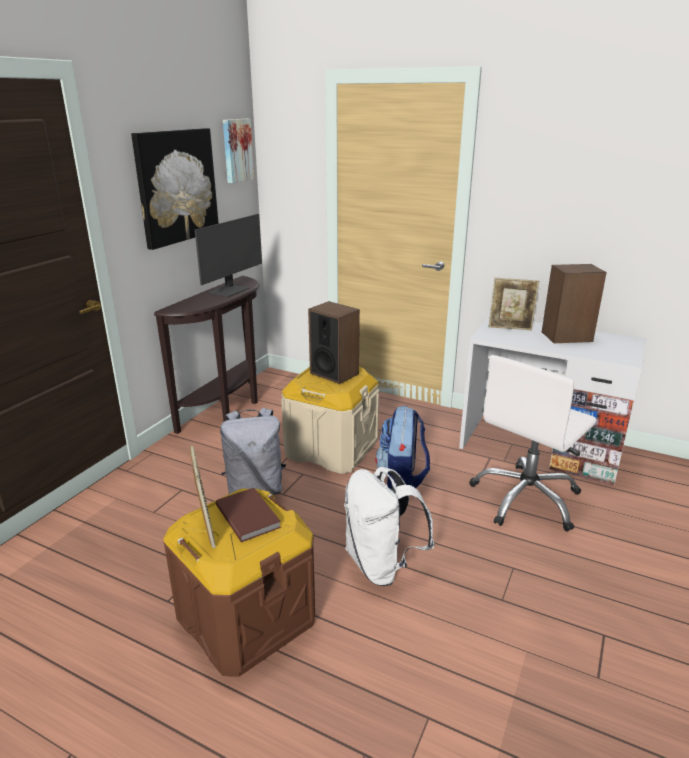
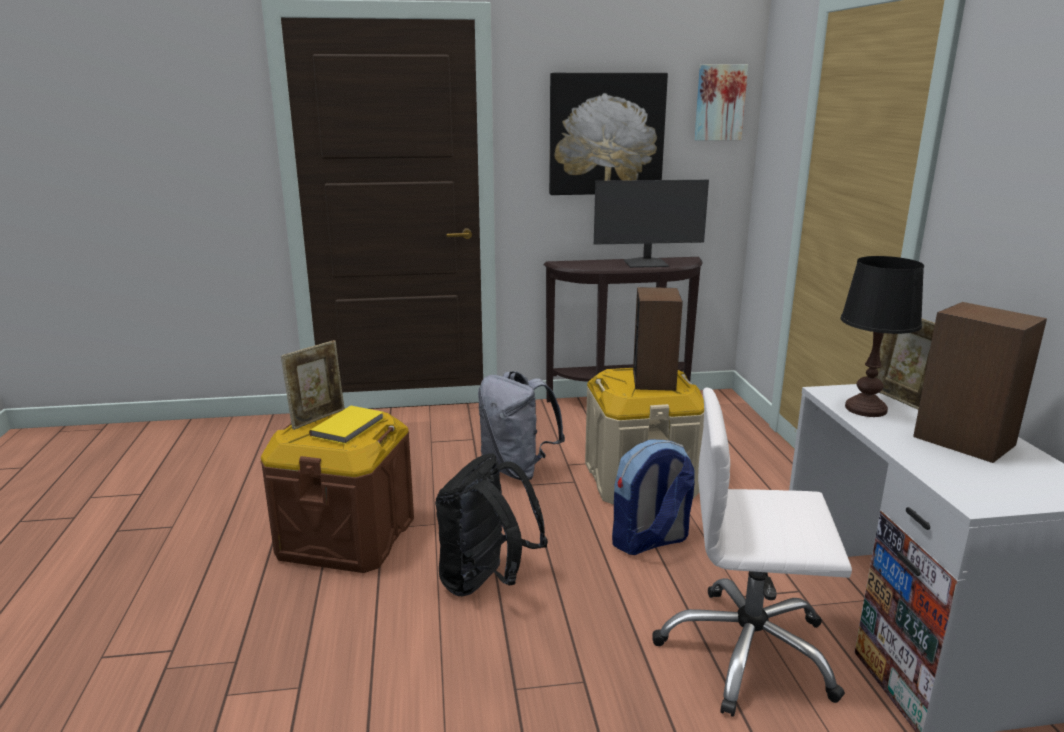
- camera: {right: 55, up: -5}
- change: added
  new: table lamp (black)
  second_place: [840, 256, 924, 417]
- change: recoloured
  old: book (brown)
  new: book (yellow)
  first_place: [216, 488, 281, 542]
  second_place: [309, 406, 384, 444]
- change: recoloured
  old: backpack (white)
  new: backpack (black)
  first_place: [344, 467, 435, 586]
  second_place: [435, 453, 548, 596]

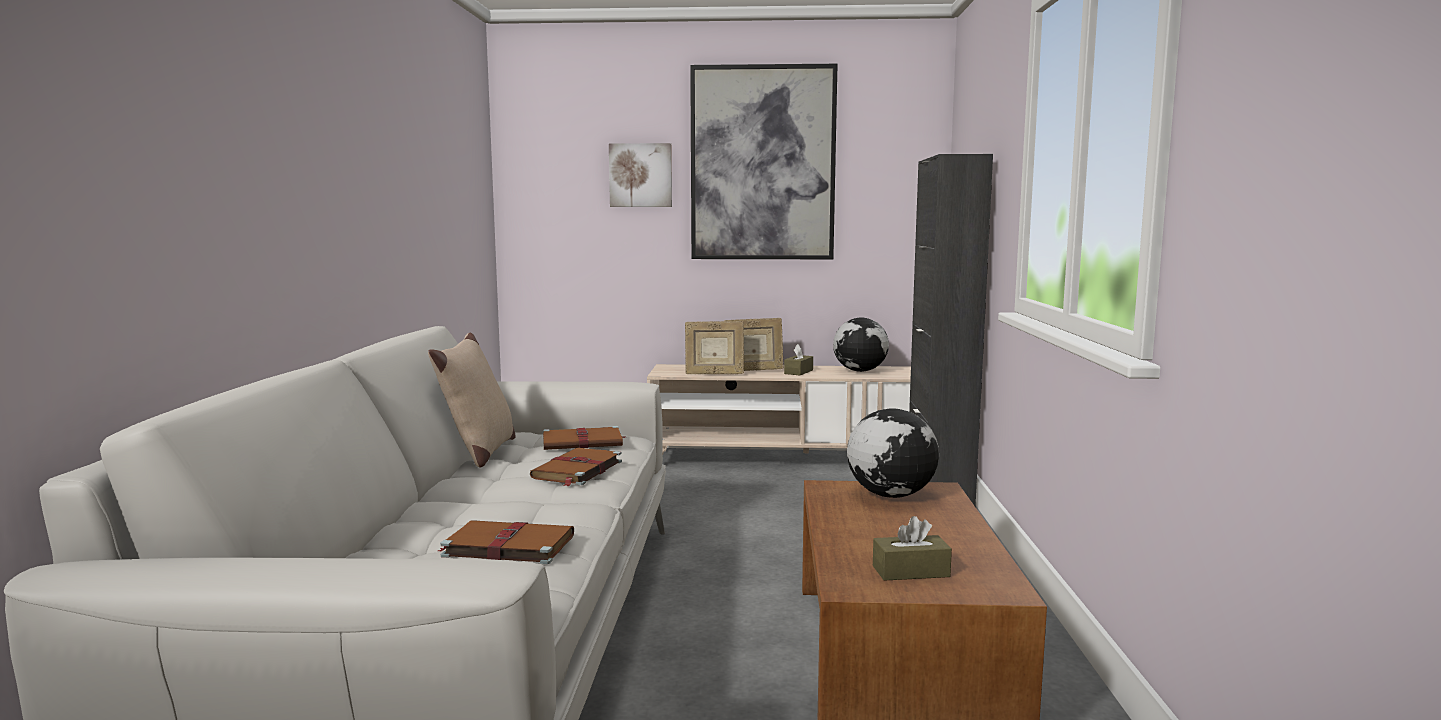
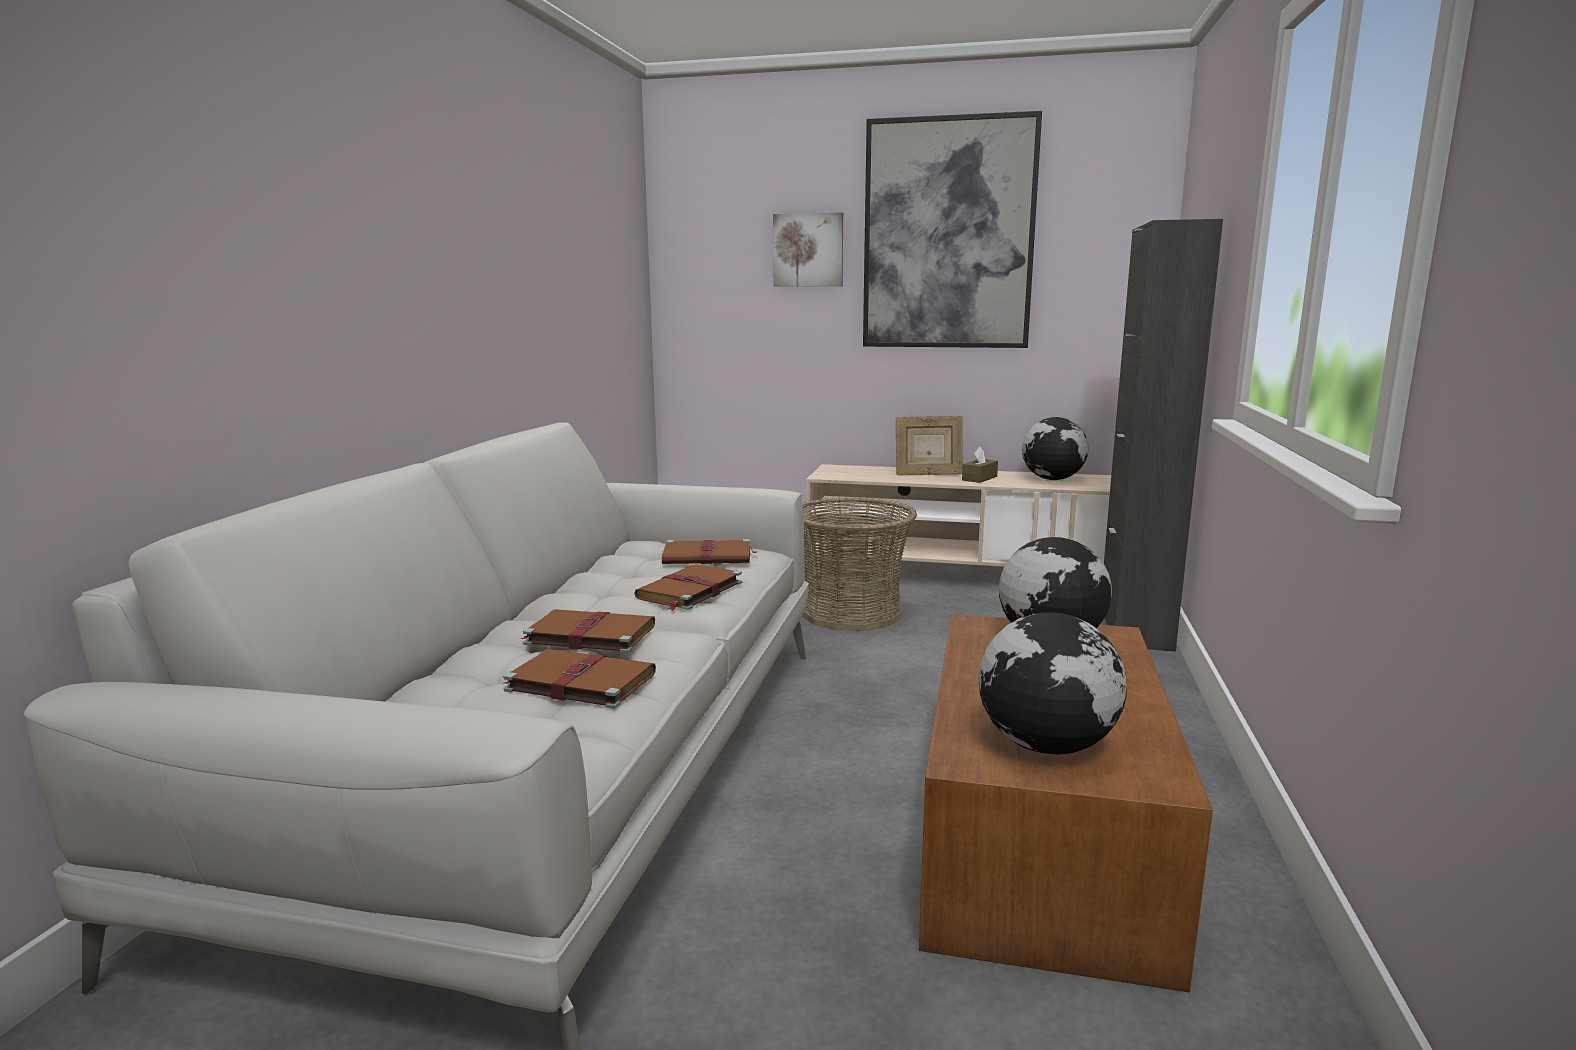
- camera: {right: 10, up: 5}
- change: removed
  old: pillow (beige)
  first_place: [428, 333, 516, 468]
- change: removed
  old: picture frame
  first_place: [685, 321, 744, 374]
- change: added
  new: book (brown)
  second_place: [520, 609, 655, 653]
- change: added
  new: basket
  second_place: [802, 497, 917, 631]
- change: replaced
  old: tissue box (brown)
  new: globe
  first_place: [873, 516, 952, 581]
  second_place: [978, 612, 1127, 754]

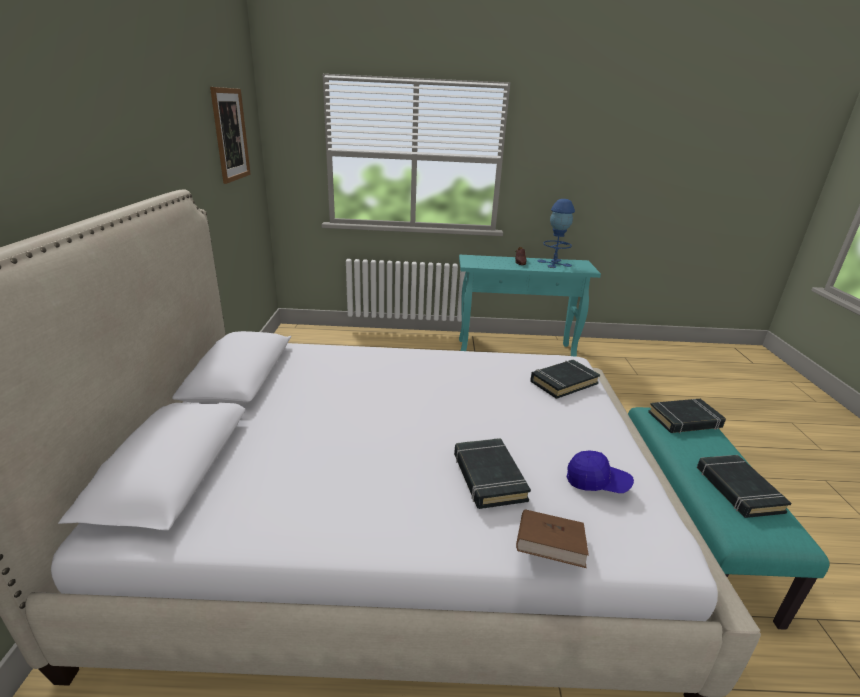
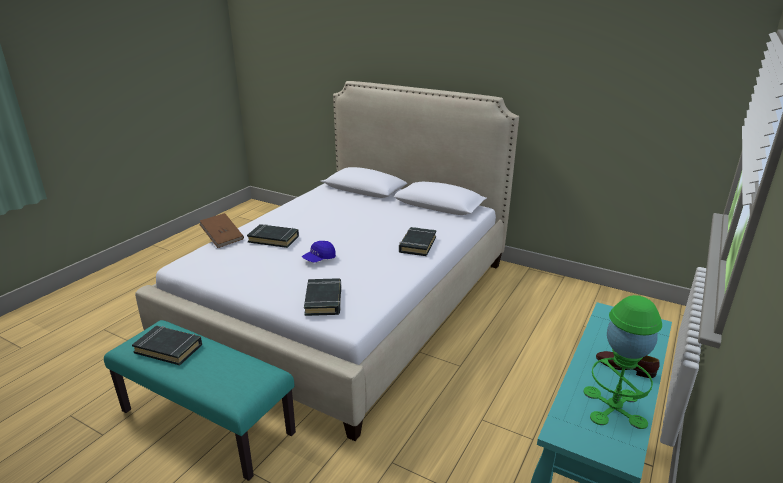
- camera: {right: 120, up: 0}
- change: removed
  old: picture
  first_place: [210, 87, 251, 184]
- change: moved
  old: cap (blue)
  first_place: [567, 451, 634, 493]
  second_place: [302, 241, 336, 263]
- change: moved
  old: book (black)
  first_place: [648, 399, 726, 433]
  second_place: [399, 227, 436, 256]
- change: recoloured
  old: table lamp (blue)
  new: table lamp (green)
  first_place: [538, 199, 575, 268]
  second_place: [584, 295, 662, 429]

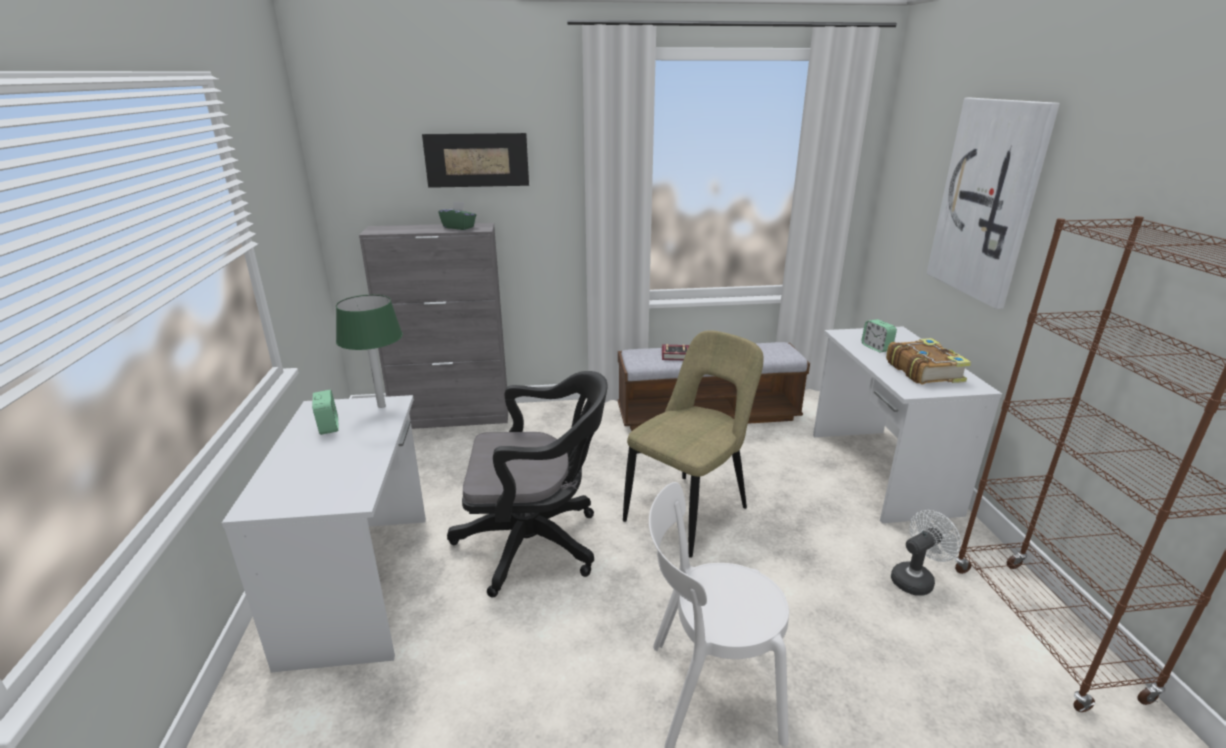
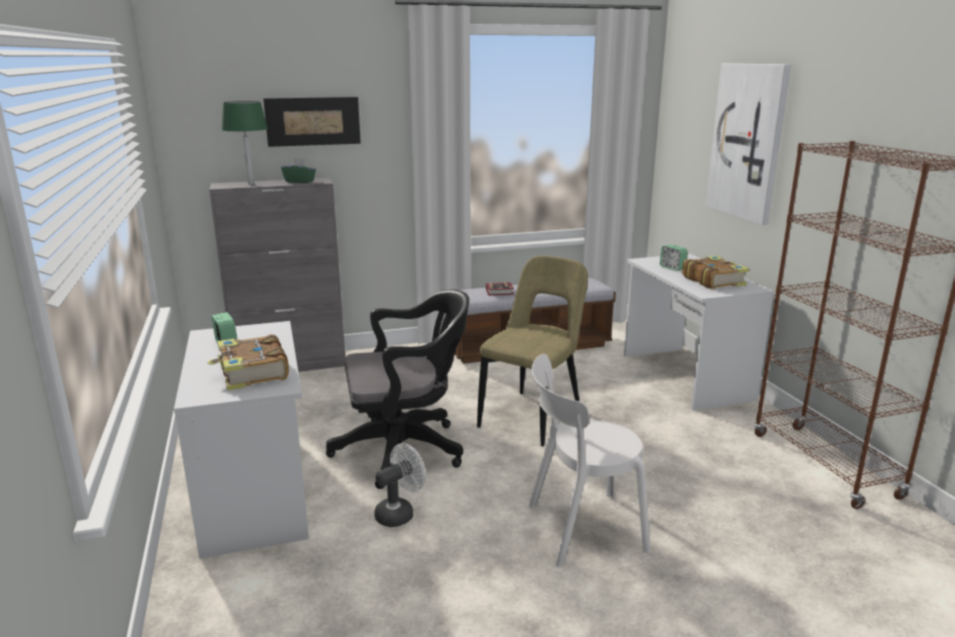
- camera: {right: -10, up: -5}
- change: added
  new: book
  second_place: [207, 334, 289, 391]
- change: moved
  old: table lamp (green)
  first_place: [336, 295, 403, 408]
  second_place: [221, 101, 268, 185]
- change: moved
  old: fan (white)
  first_place: [891, 510, 961, 596]
  second_place: [374, 443, 426, 527]

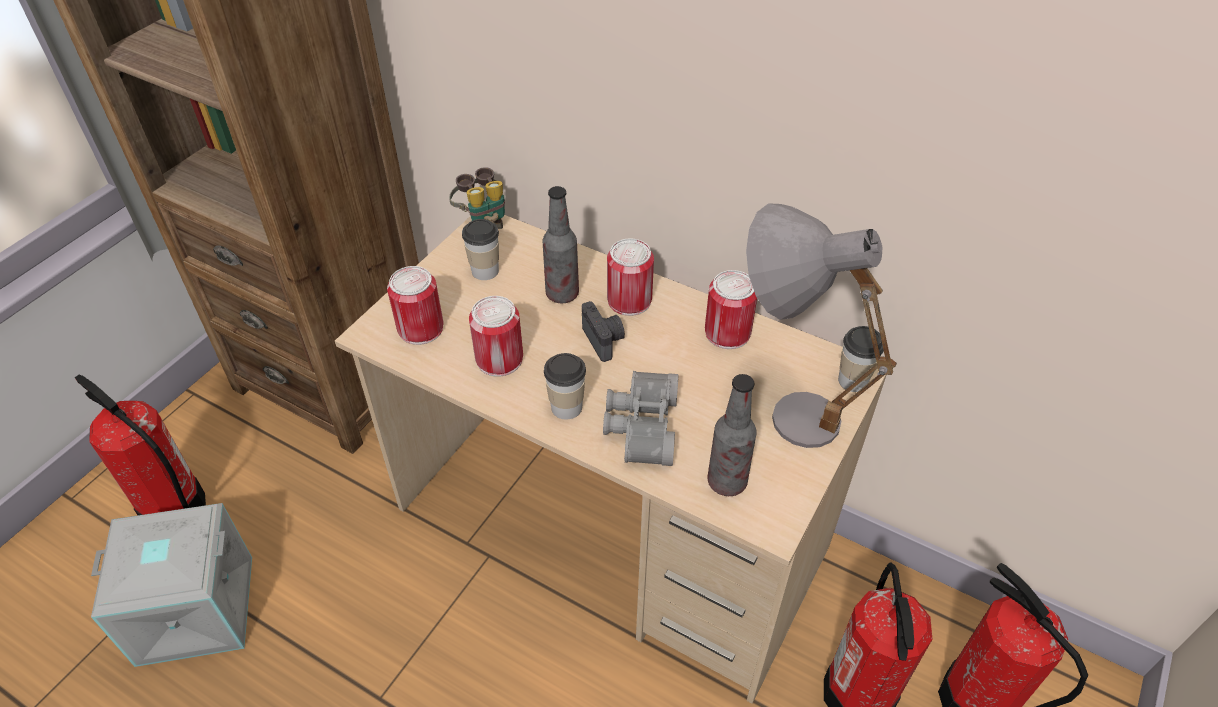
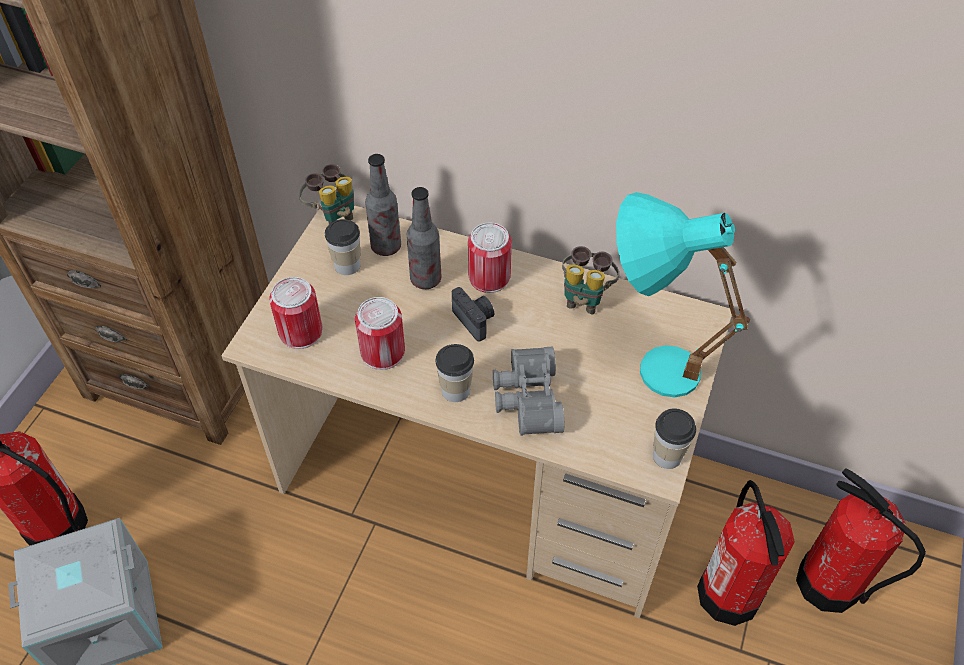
- camera: {right: -10, up: 5}
- change: moved
  old: bottle
  first_place: [708, 374, 757, 496]
  second_place: [365, 154, 401, 256]
- change: moved
  old: cup
  first_place: [838, 326, 884, 392]
  second_place: [653, 408, 696, 469]
- change: replaced
  old: can
  new: binoculars
  first_place: [705, 270, 757, 349]
  second_place: [562, 246, 619, 314]
- change: recoloured
  old: table lamp (grey)
  new: table lamp (turquoise)
  first_place: [746, 203, 897, 448]
  second_place: [616, 192, 750, 398]

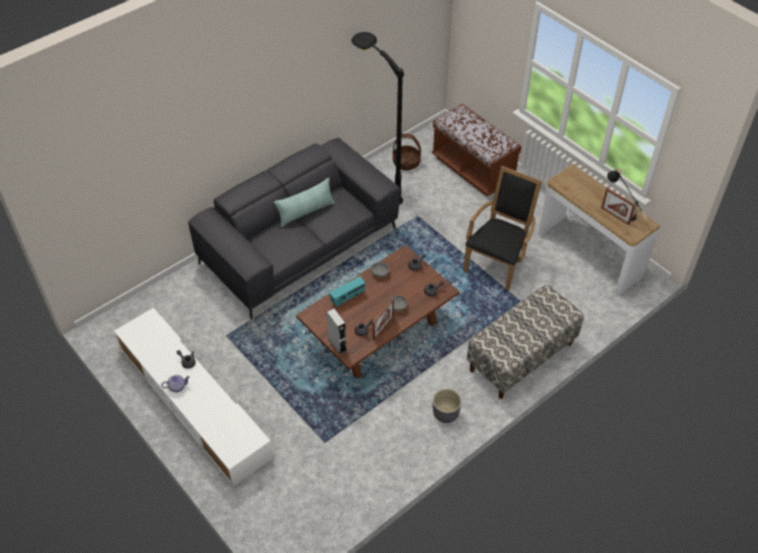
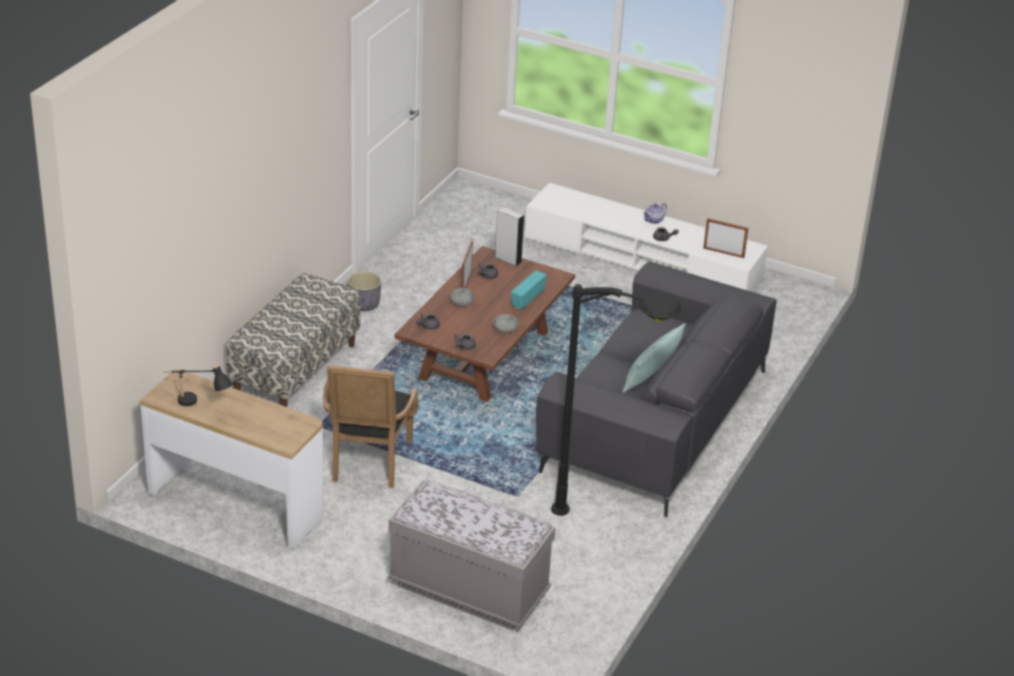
- camera: {right: 155, up: -15}
- change: removed
  old: basket
  first_place: [393, 134, 421, 170]
- change: moved
  old: picture frame
  first_place: [601, 188, 636, 225]
  second_place: [703, 218, 748, 258]
- change: recoloured
  old: bench (brown)
  new: bench (grey)
  first_place: [431, 104, 521, 196]
  second_place: [388, 480, 555, 630]

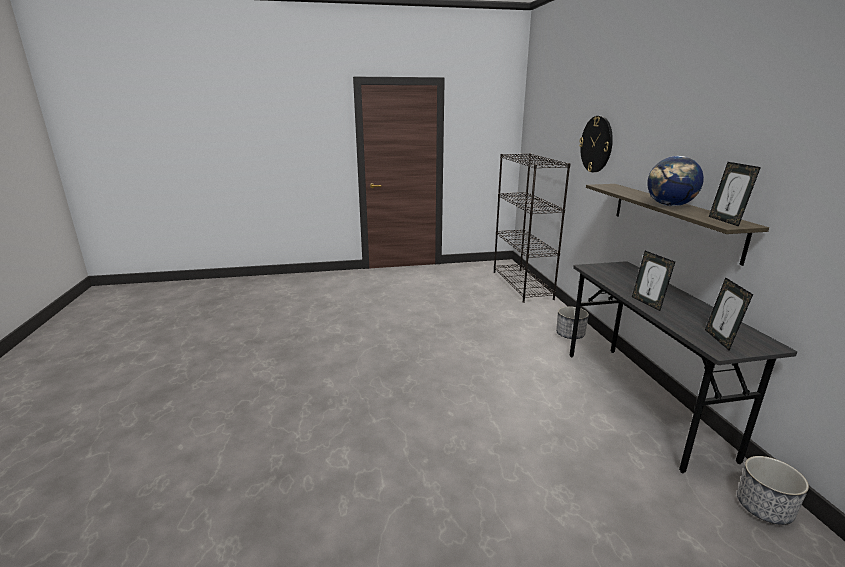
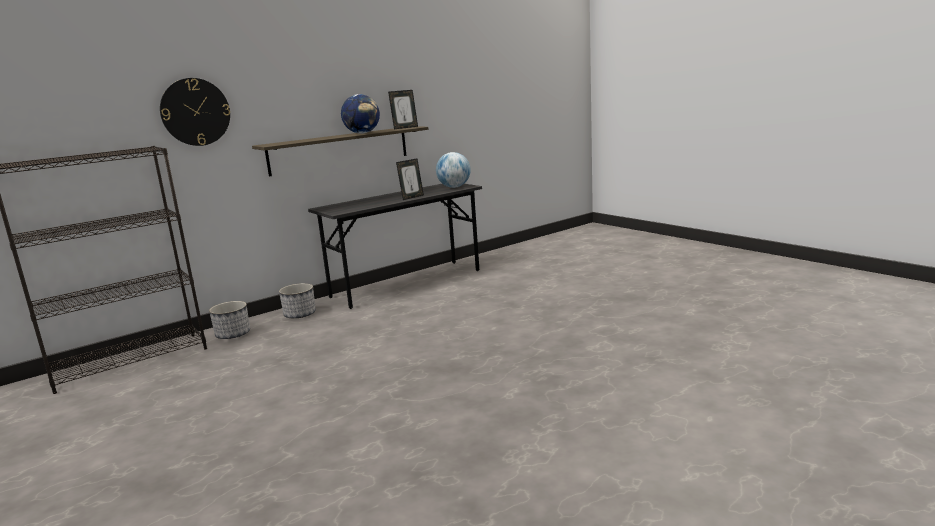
- camera: {right: -115, up: -5}
- change: moved
  old: planter
  first_place: [737, 456, 809, 525]
  second_place: [209, 301, 250, 339]
- change: replaced
  old: picture frame
  new: globe
  first_place: [705, 277, 753, 351]
  second_place: [436, 152, 471, 188]

